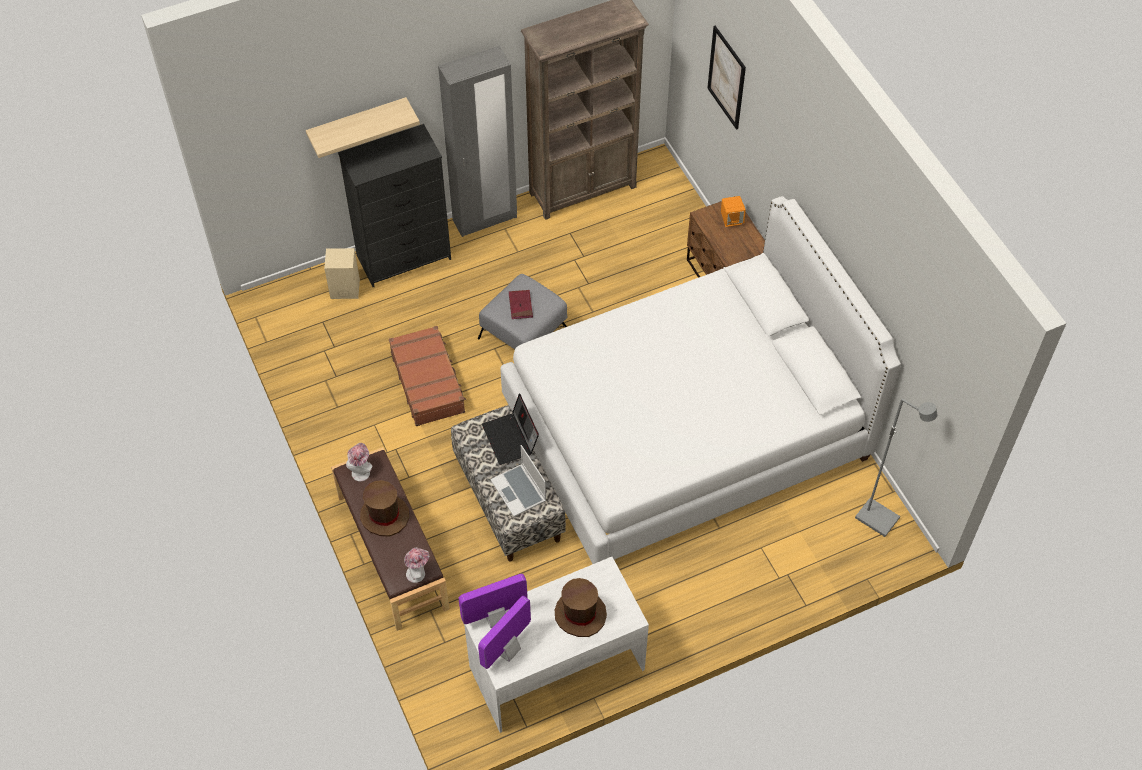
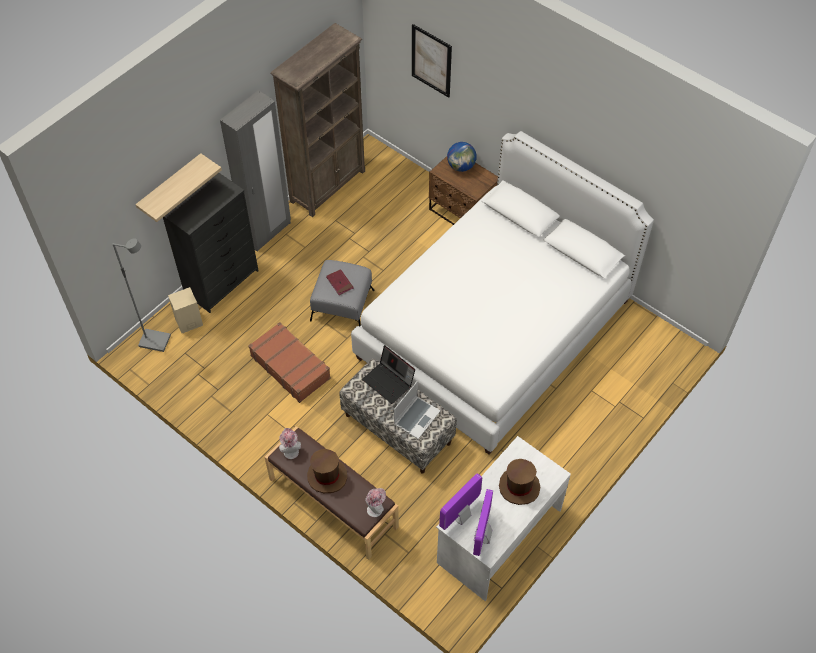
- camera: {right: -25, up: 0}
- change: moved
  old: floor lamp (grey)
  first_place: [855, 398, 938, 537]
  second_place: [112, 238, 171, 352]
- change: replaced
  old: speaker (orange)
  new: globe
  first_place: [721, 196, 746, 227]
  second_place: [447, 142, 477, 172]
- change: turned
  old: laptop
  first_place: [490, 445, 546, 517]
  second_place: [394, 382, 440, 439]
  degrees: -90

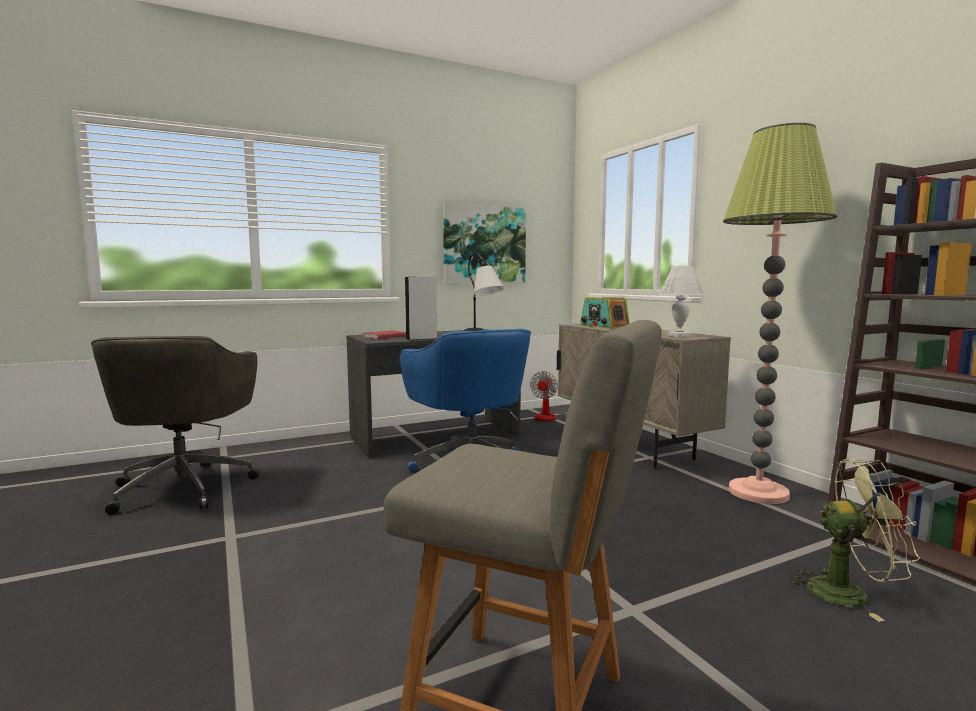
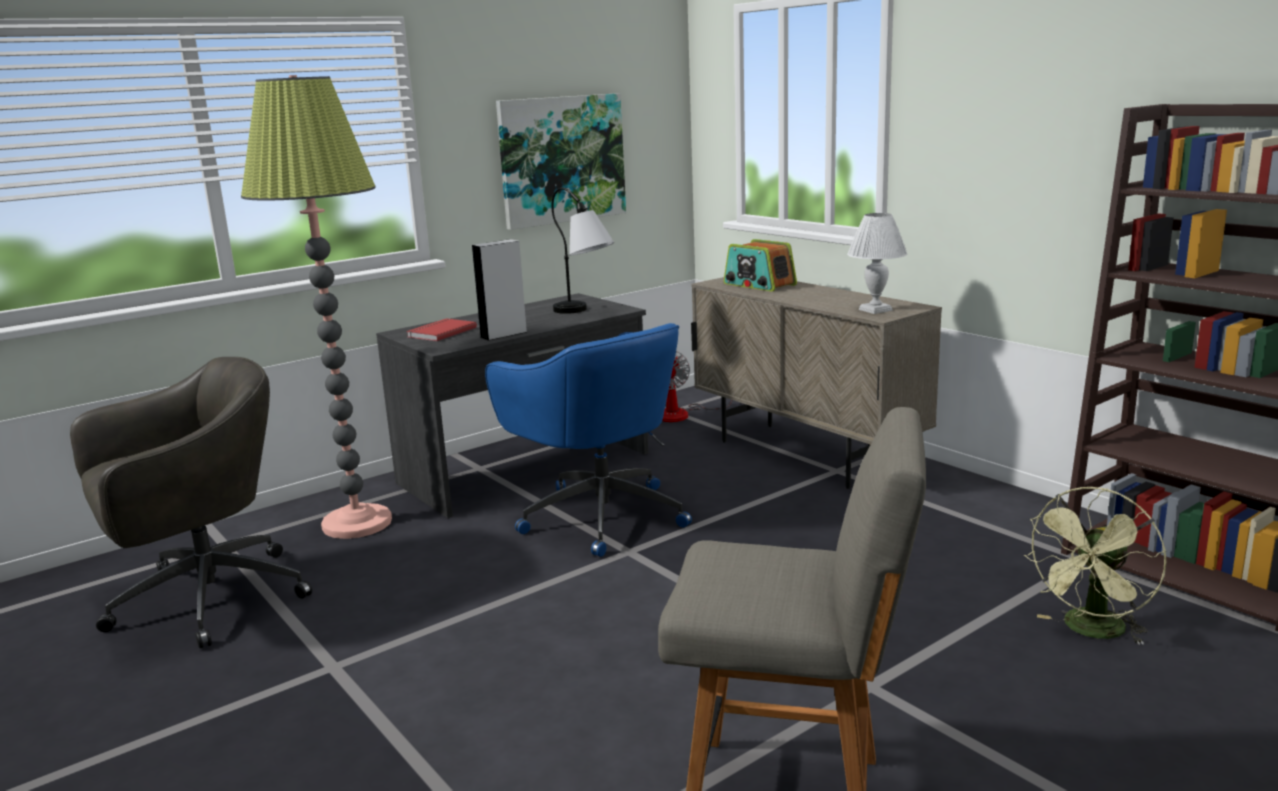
- camera: {right: -10, up: 10}
- change: moved
  old: floor lamp
  first_place: [723, 123, 837, 504]
  second_place: [241, 75, 392, 539]
- change: turned
  old: office chair (grey)
  first_place: [91, 336, 260, 515]
  second_place: [70, 357, 312, 649]
  degrees: -105
- change: turned
  old: fan (green)
  first_place: [787, 459, 920, 622]
  second_place: [1024, 487, 1167, 645]
  degrees: 135

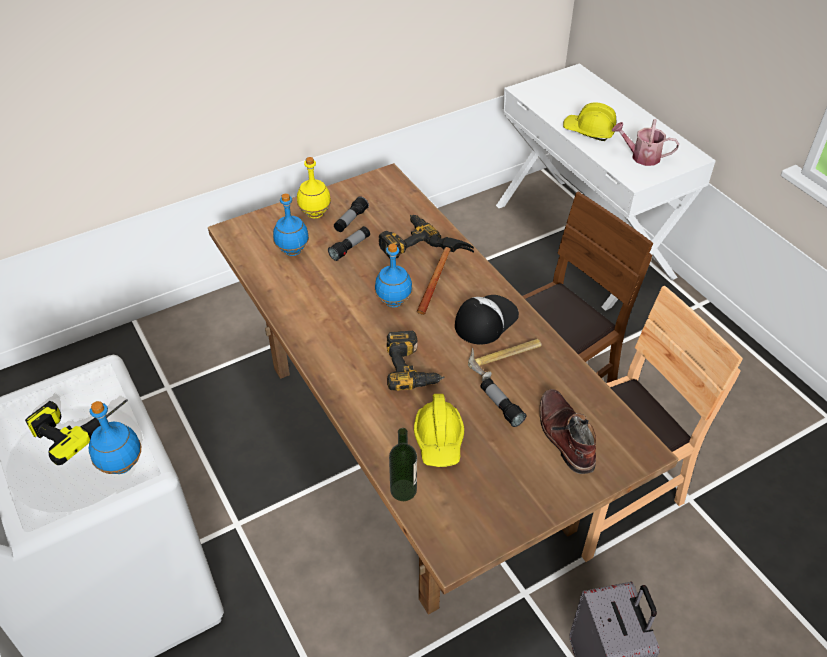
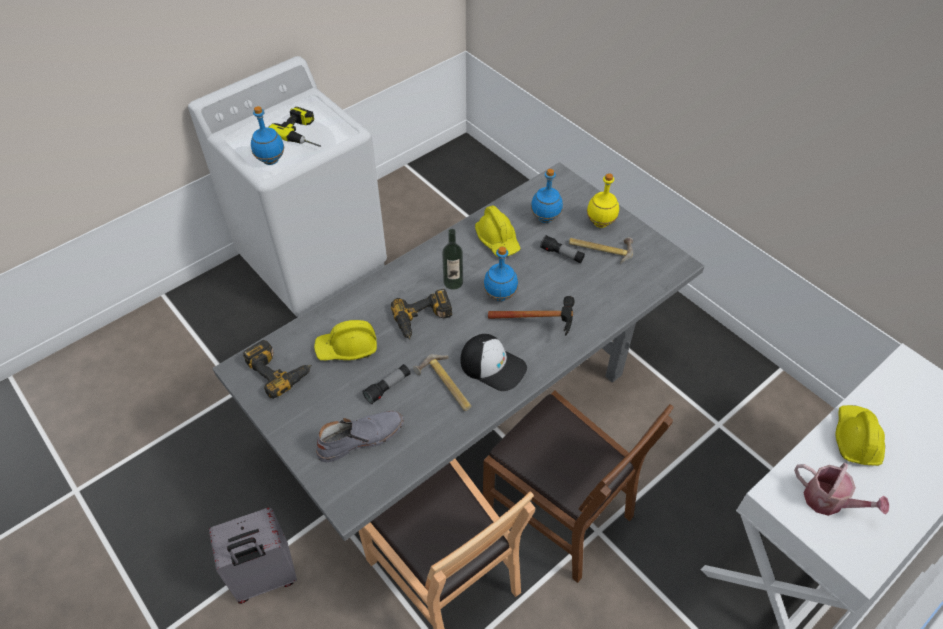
- camera: {right: 80, up: 5}
- change: added
  new: hard hat (yellow)
  second_place: [475, 206, 521, 257]
- change: moved
  old: power drill
  first_place: [379, 215, 441, 258]
  second_place: [243, 340, 312, 399]
- change: moved
  old: bottle
  first_place: [389, 428, 417, 501]
  second_place: [442, 229, 463, 290]
- change: replaced
  old: flashlight
  new: hammer
  first_place: [334, 196, 369, 232]
  second_place: [569, 238, 633, 264]
- change: recoloured
  old: dining table (brown)
  new: dining table (grey)
  first_place: [208, 163, 678, 615]
  second_place: [213, 162, 705, 541]
- change: recoloured
  old: boot (brown)
  new: boot (grey)
  first_place: [540, 389, 596, 474]
  second_place: [316, 411, 404, 462]
- change: turned
  old: watering can
  first_place: [612, 119, 679, 166]
  second_place: [794, 463, 889, 516]
  degrees: 120

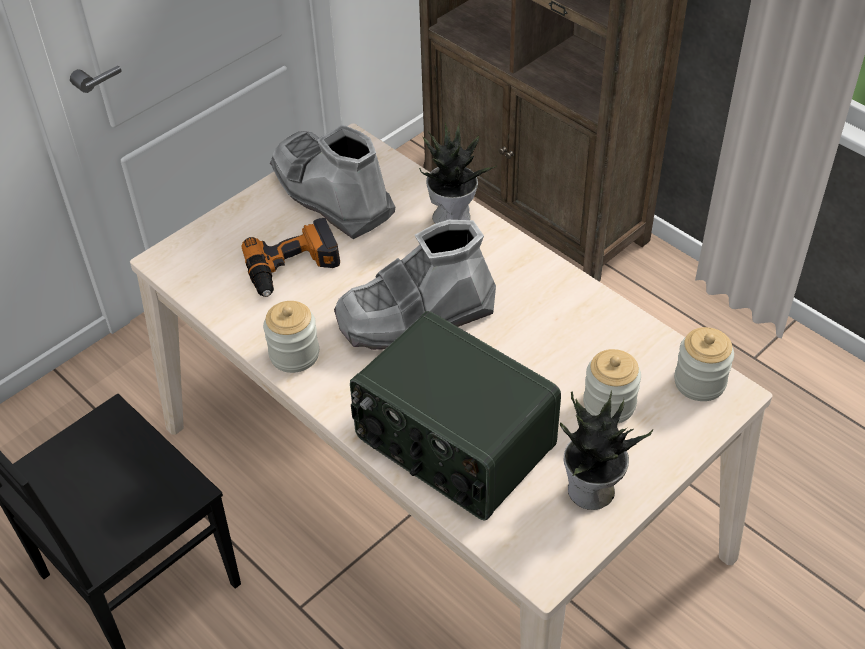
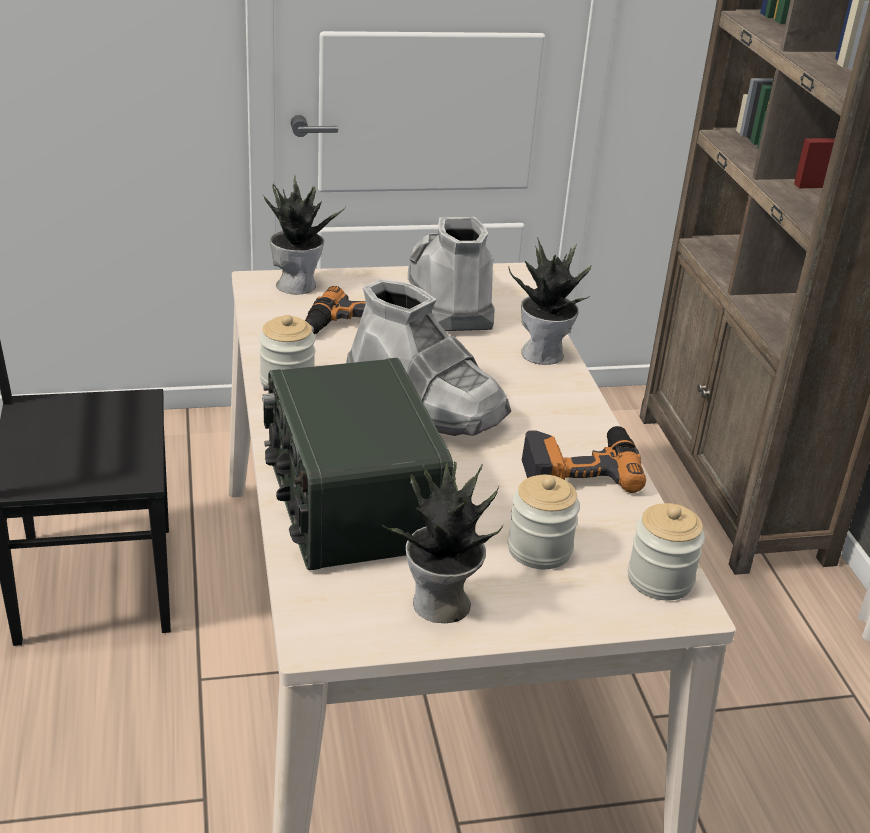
- camera: {right: 30, up: -15}
- change: added
  new: potted plant
  second_place: [263, 176, 345, 295]
- change: added
  new: power drill
  second_place: [522, 426, 646, 493]
- change: turned
  old: boot (grey)
  first_place: [334, 220, 496, 350]
  second_place: [346, 279, 511, 436]
  degrees: -150

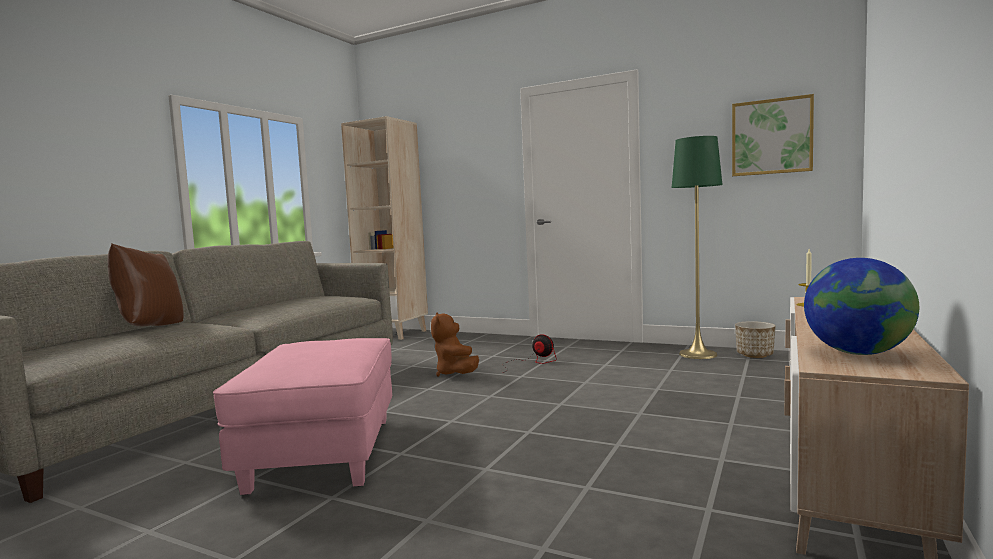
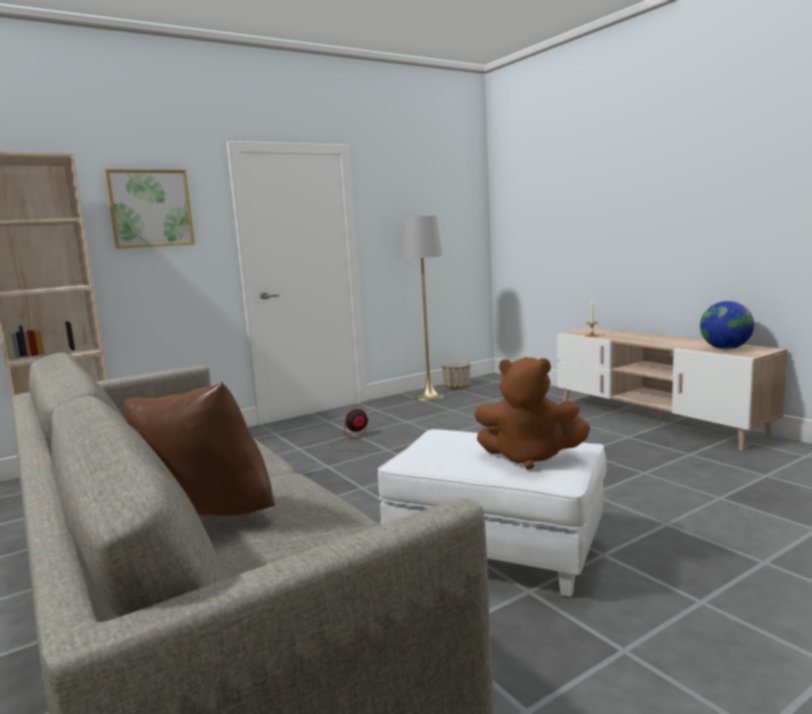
- camera: {right: -60, up: 5}
- change: moved
  old: plush toy (brown)
  first_place: [431, 313, 479, 376]
  second_place: [474, 357, 590, 470]
- change: moved
  old: picture
  first_place: [732, 94, 814, 176]
  second_place: [105, 169, 195, 249]
- change: recoloured
  old: ottoman (pink)
  new: ottoman (white)
  first_place: [213, 338, 392, 495]
  second_place: [378, 429, 606, 597]
- change: recoloured
  old: floor lamp (green)
  new: floor lamp (grey)
  first_place: [672, 136, 723, 359]
  second_place: [402, 215, 445, 401]

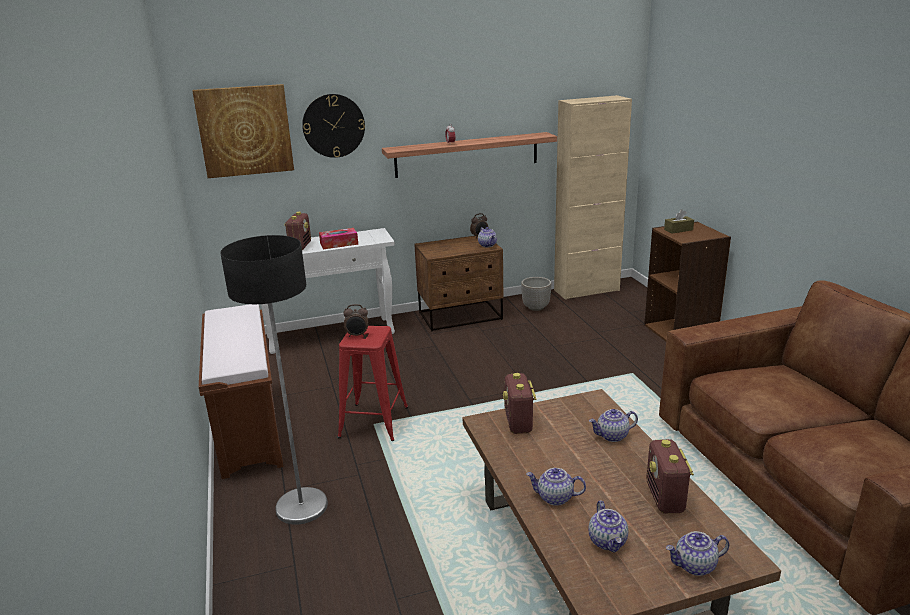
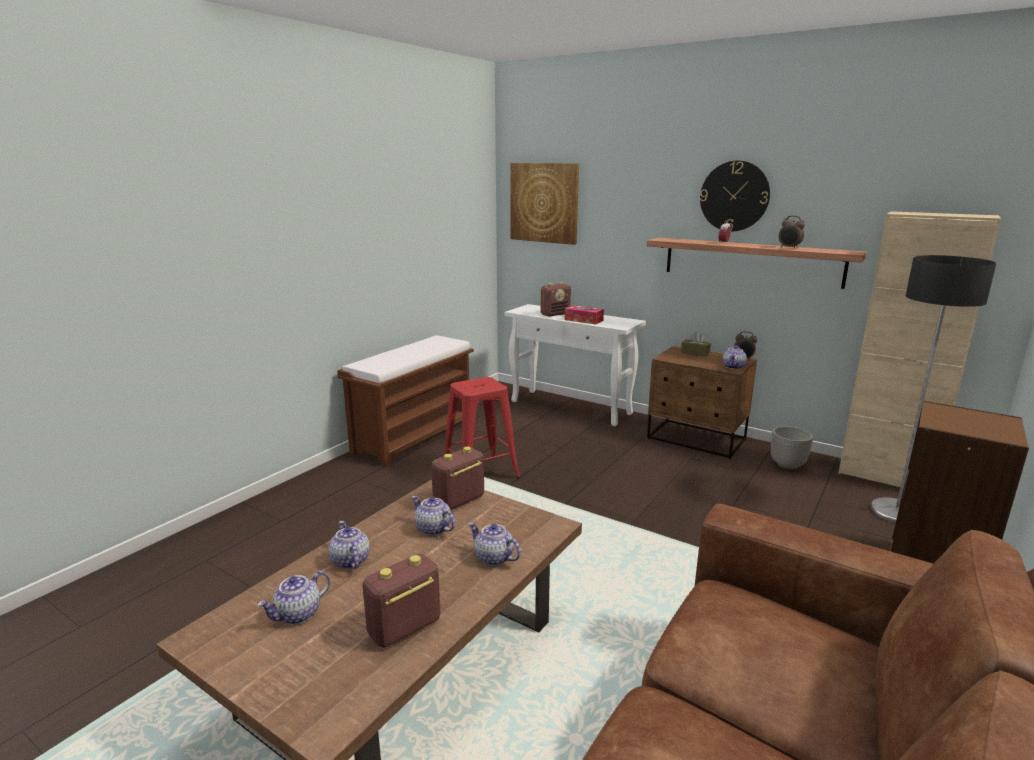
- camera: {right: 50, up: -5}
- change: moved
  old: floor lamp
  first_place: [220, 235, 328, 525]
  second_place: [870, 255, 997, 523]
- change: moved
  old: wall clock
  first_place: [302, 94, 365, 158]
  second_place: [700, 161, 770, 232]
- change: moved
  old: alarm clock
  first_place: [343, 304, 368, 337]
  second_place: [779, 216, 805, 249]
- change: moved
  old: tissue box (brown)
  first_place: [664, 209, 694, 234]
  second_place: [681, 332, 711, 357]
- change: moved
  old: teapot
  first_place: [666, 531, 729, 576]
  second_place: [412, 496, 455, 536]

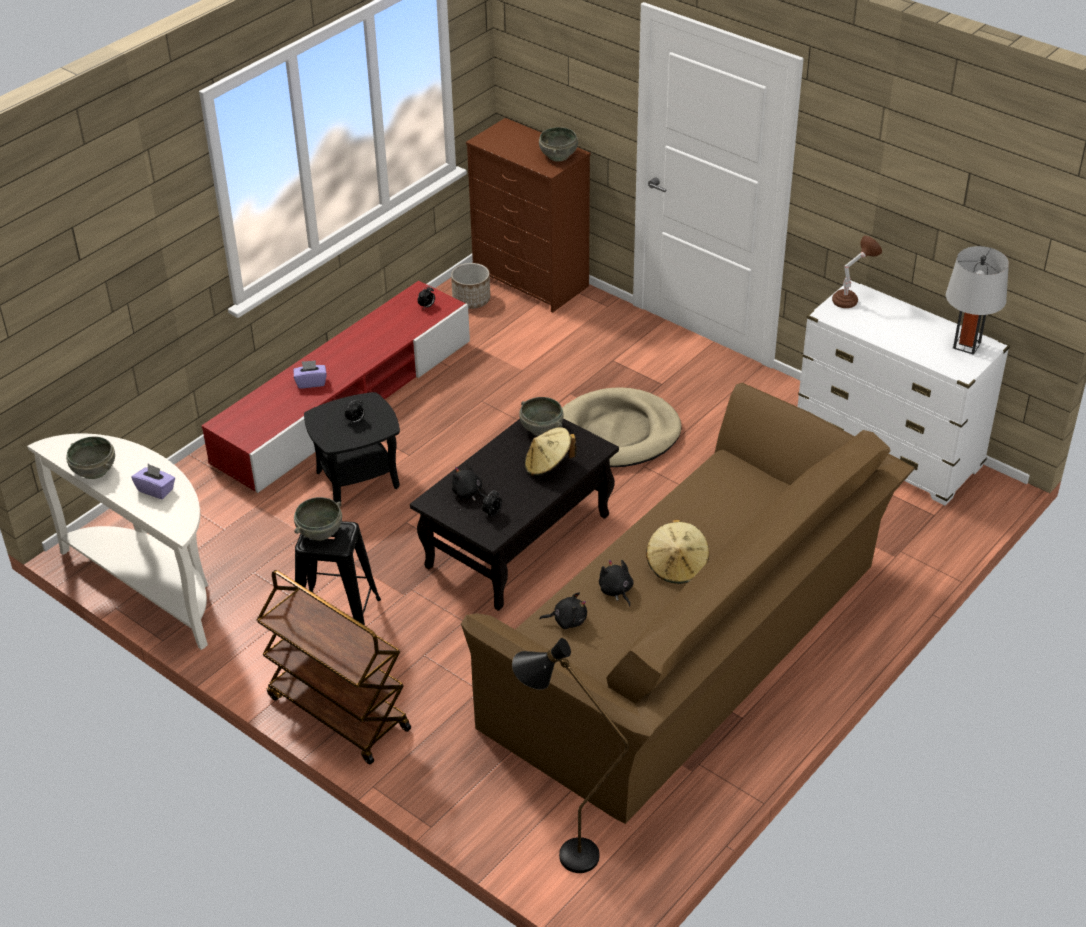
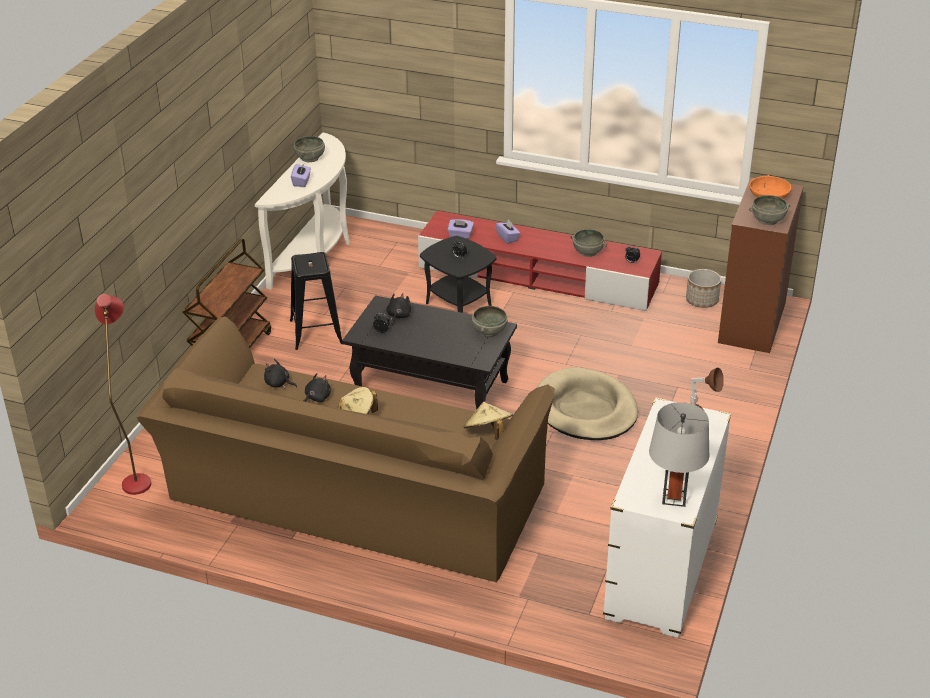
- camera: {right: 70, up: -5}
- change: added
  new: tissue box (purple)
  second_place: [447, 219, 474, 239]
- change: added
  new: bowl (orange)
  second_place: [749, 175, 791, 199]
- change: moved
  old: bowl (grey)
  first_place: [294, 497, 342, 541]
  second_place: [570, 229, 607, 257]
- change: moved
  old: hat (beige)
  first_place: [525, 427, 576, 476]
  second_place: [464, 402, 513, 440]
- change: recoloured
  old: floor lamp (black)
  new: floor lamp (red)
  first_place: [512, 638, 629, 873]
  second_place: [95, 294, 151, 495]
- change: turned
  old: plush toy (black)
  first_place: [540, 592, 587, 629]
  second_place: [264, 359, 297, 388]
  degrees: 135

